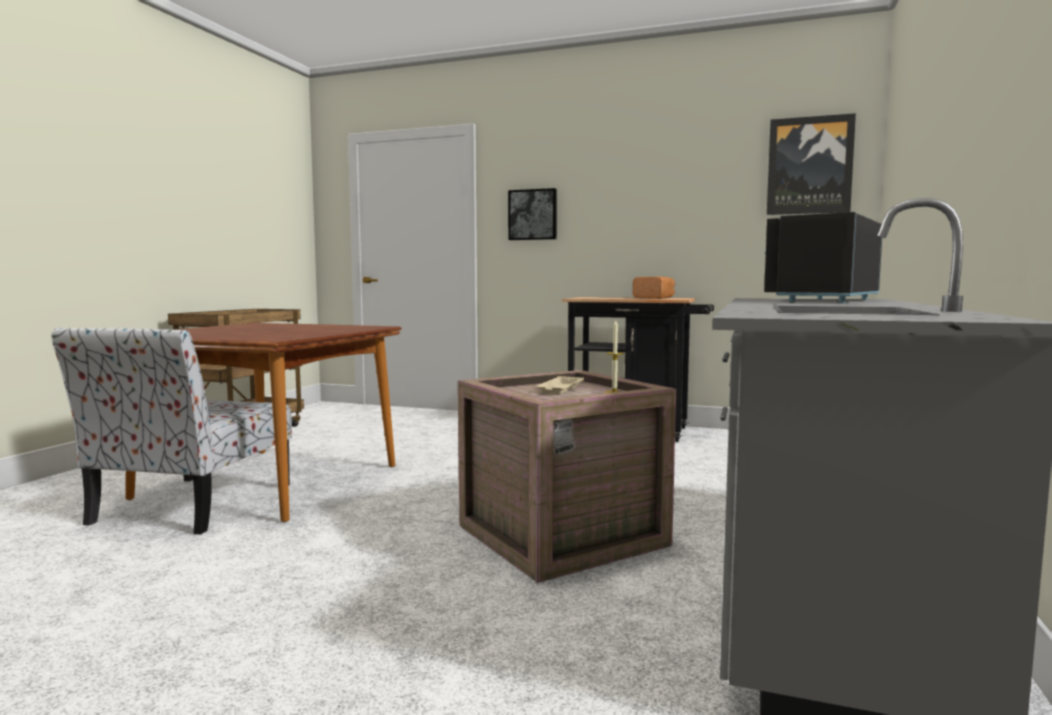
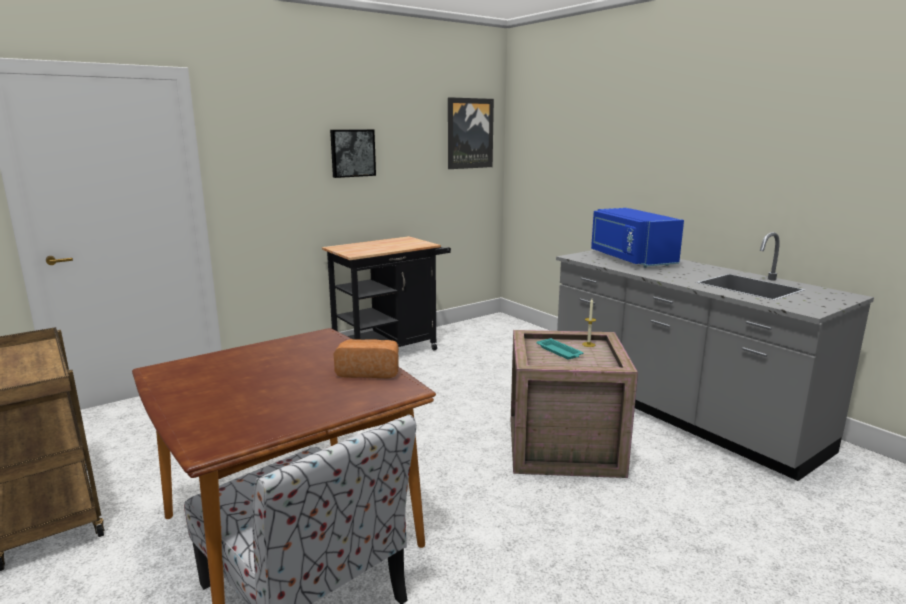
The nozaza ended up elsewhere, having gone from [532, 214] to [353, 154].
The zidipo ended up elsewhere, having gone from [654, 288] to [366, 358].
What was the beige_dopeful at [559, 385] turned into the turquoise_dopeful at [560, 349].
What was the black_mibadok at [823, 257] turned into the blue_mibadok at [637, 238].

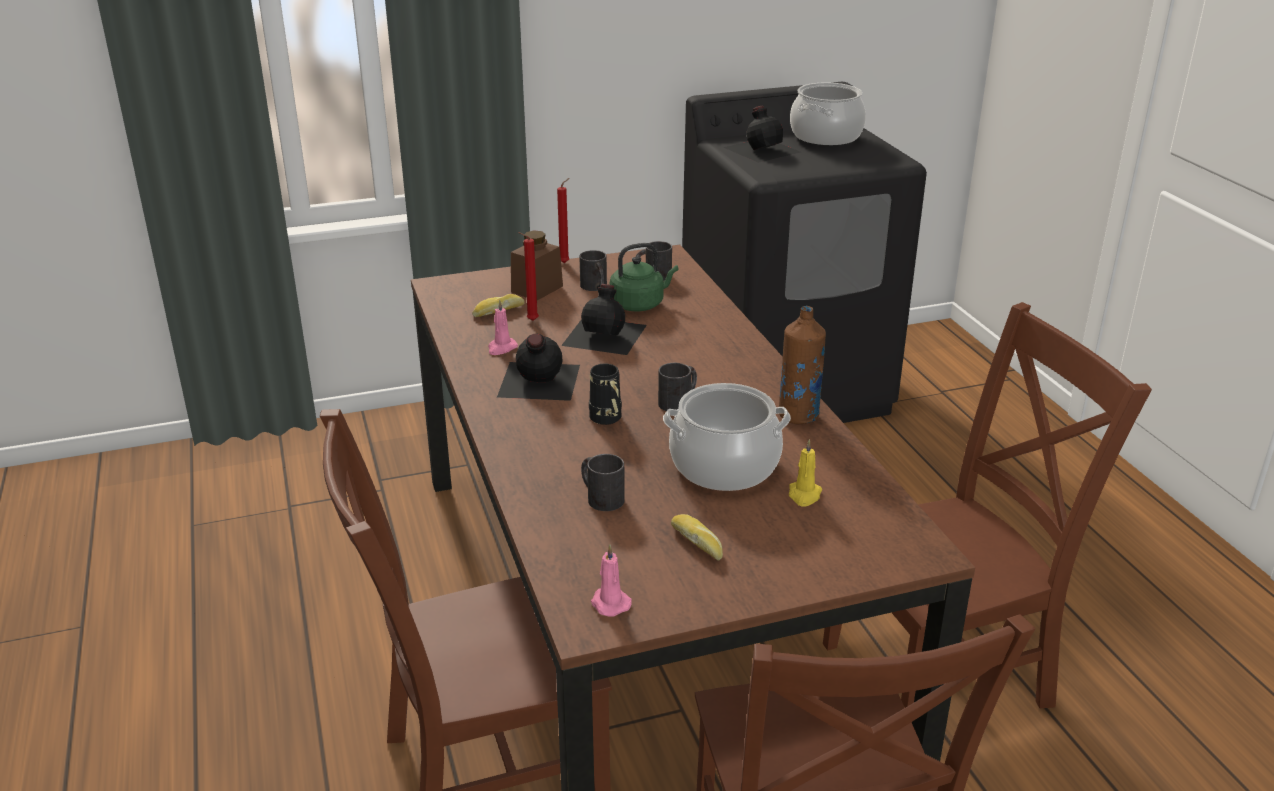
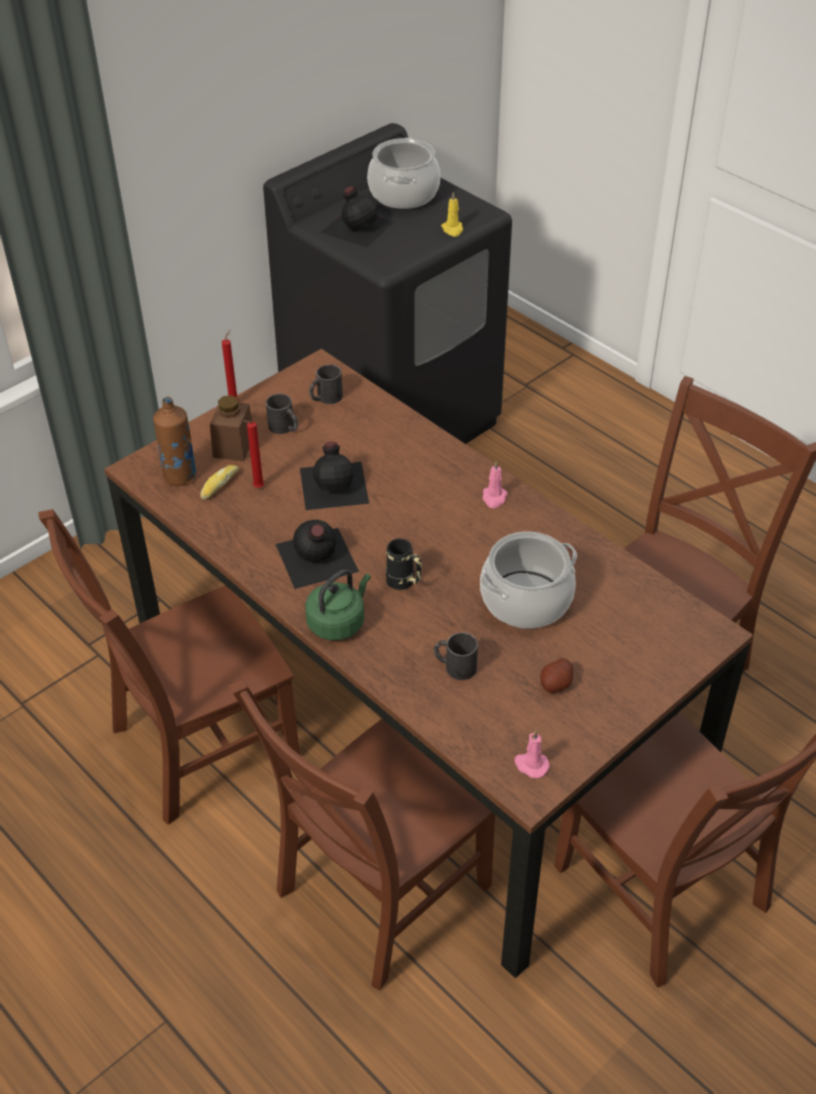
The second view gained the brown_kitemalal at [169, 667].
The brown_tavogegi ended up elsewhere, having gone from [802, 365] to [174, 441].
The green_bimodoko ended up elsewhere, having gone from [644, 277] to [338, 605].
The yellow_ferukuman ended up elsewhere, having gone from [805, 473] to [452, 214].
The pink_ferukuman ended up elsewhere, having gone from [503, 327] to [495, 484].
Where the zidipo stood at [697, 537], the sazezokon came to stand at [556, 675].
The second view lost the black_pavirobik at [677, 387].

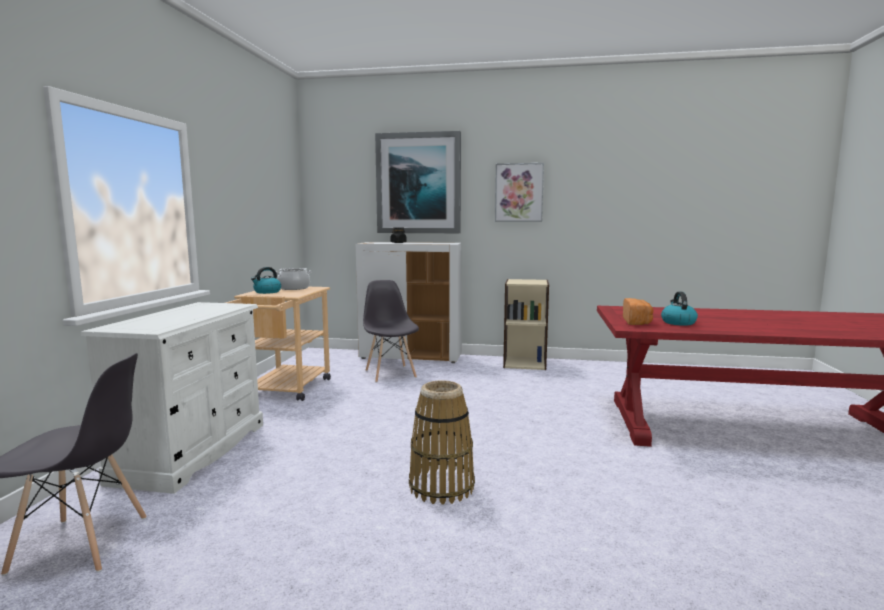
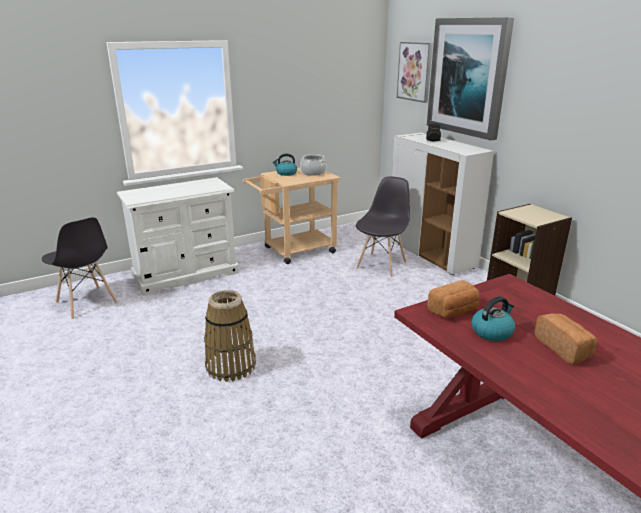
The nozaza ended up elsewhere, having gone from [519, 192] to [415, 72].
The second view gained the zidipo at [566, 338].

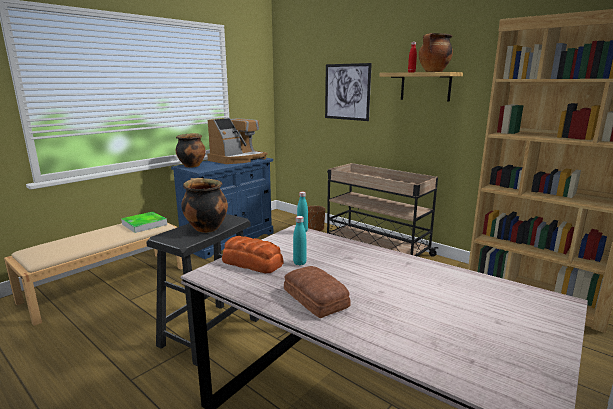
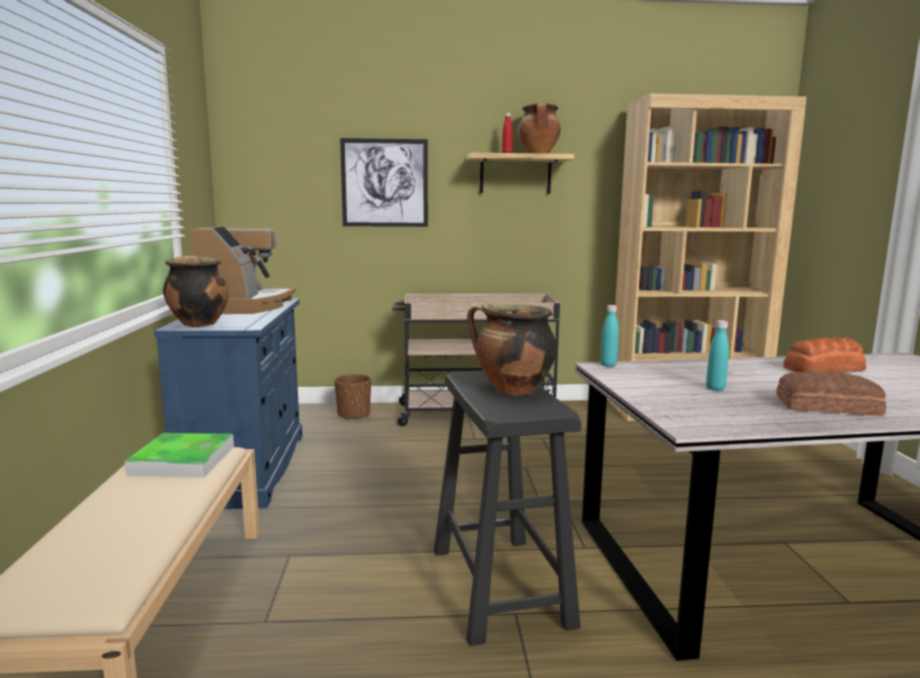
The zidipo ended up elsewhere, having gone from [253, 254] to [824, 355].

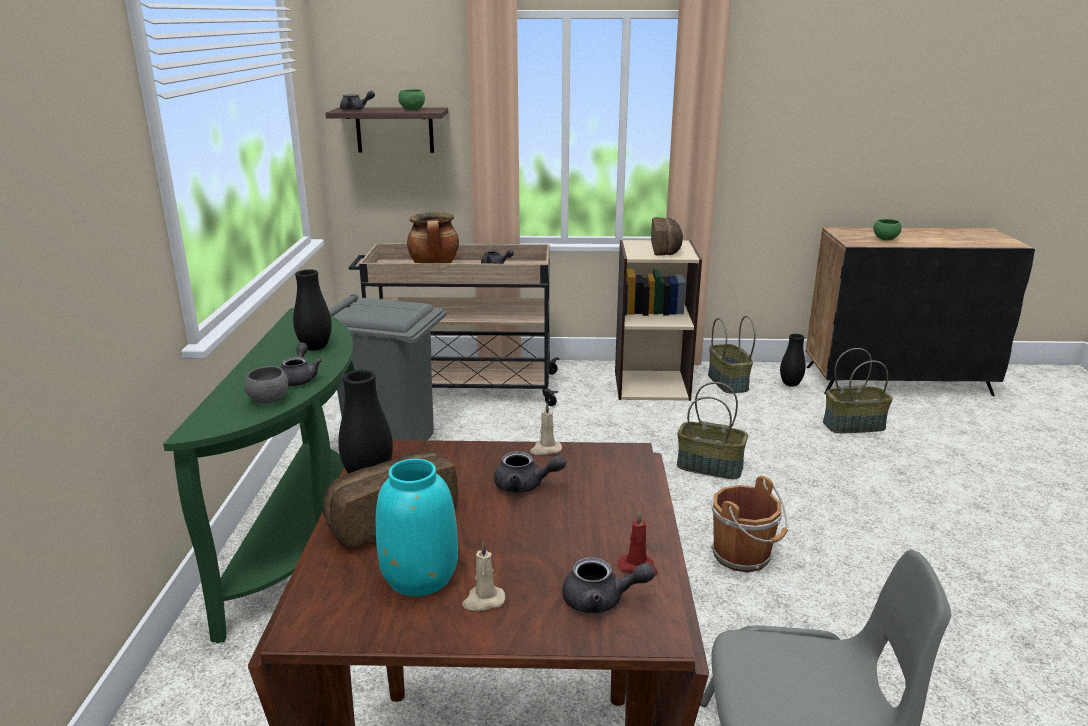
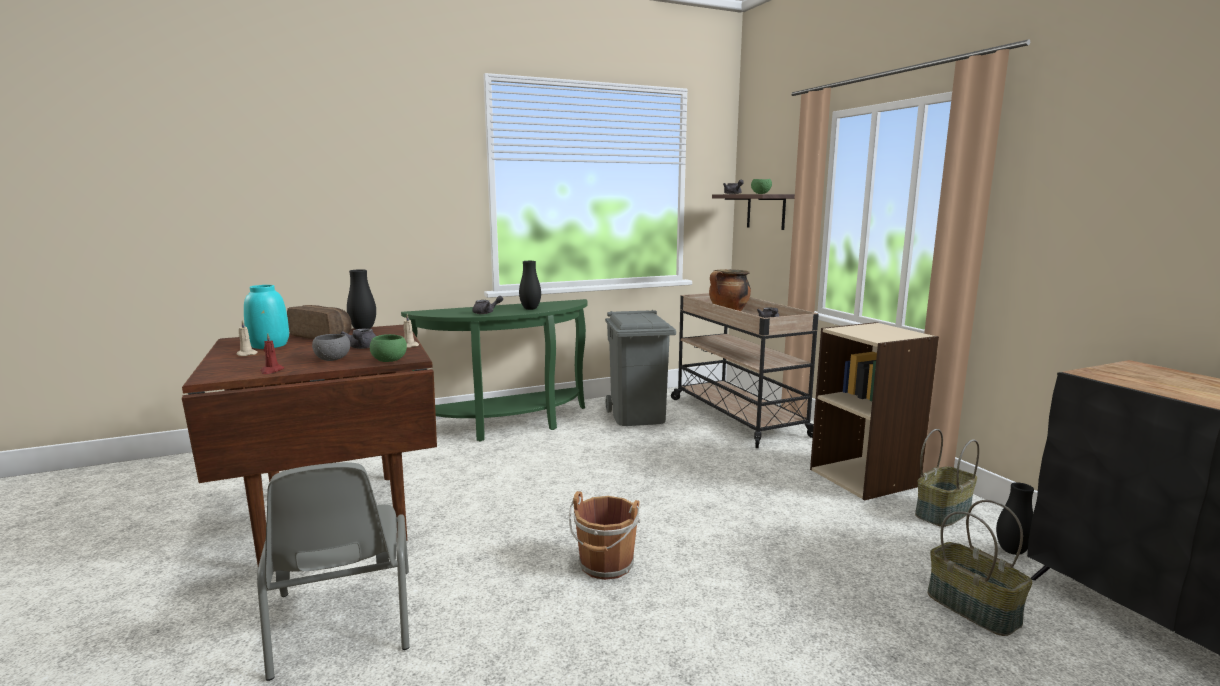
The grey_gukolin ended up elsewhere, having gone from [266, 385] to [331, 347].
The green_gukolin ended up elsewhere, having gone from [887, 230] to [388, 348].
The second view lost the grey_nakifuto at [608, 585].
The second view lost the zidipo at [667, 236].
The second view lost the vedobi at [712, 430].

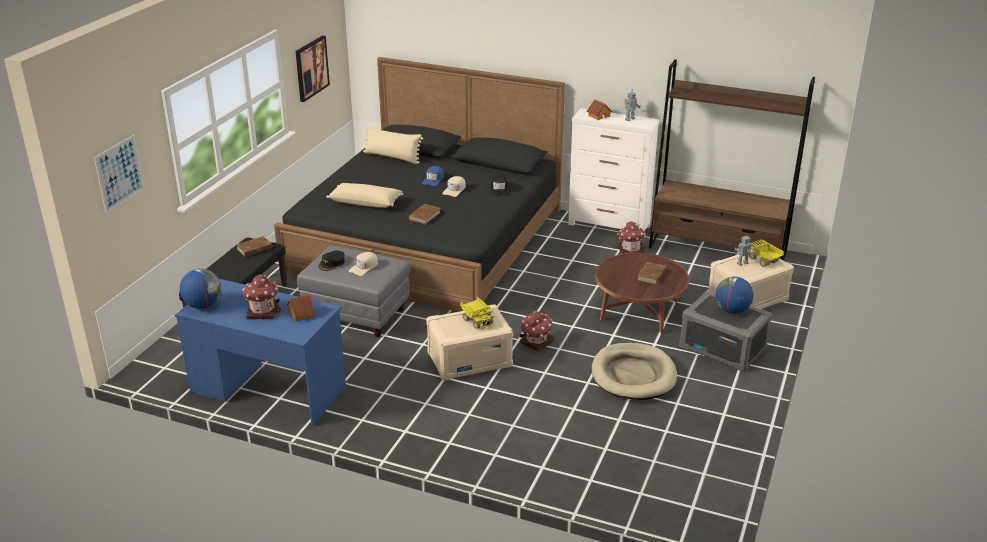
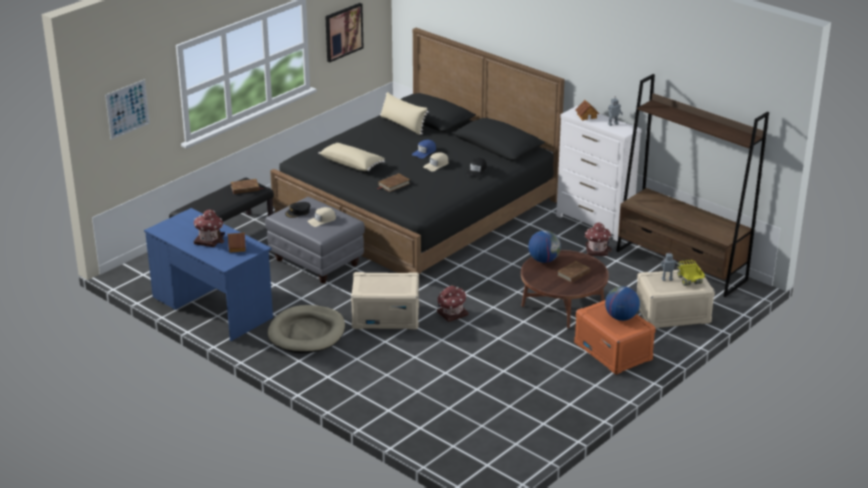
The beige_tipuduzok ended up elsewhere, having gone from [634, 371] to [306, 329].
The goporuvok ended up elsewhere, having gone from [200, 289] to [544, 246].
What was the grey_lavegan at [725, 331] turned into the orange_lavegan at [615, 337].
The second view lost the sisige at [477, 313].

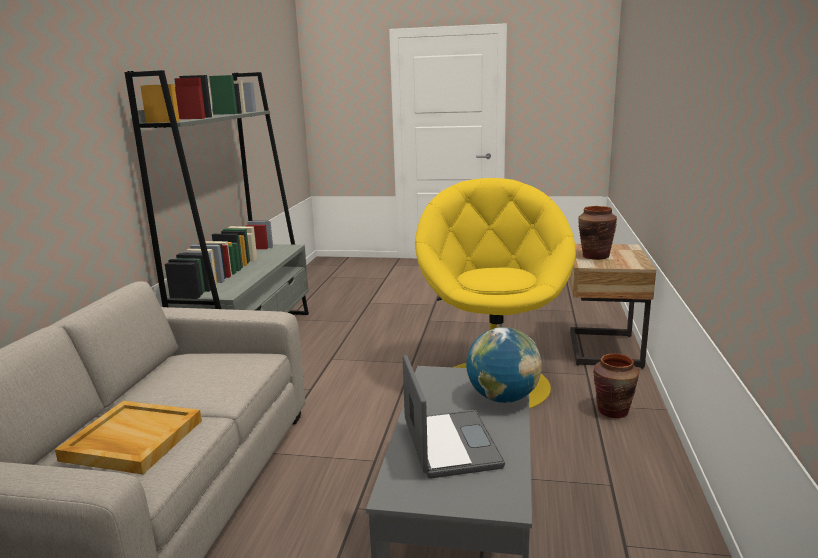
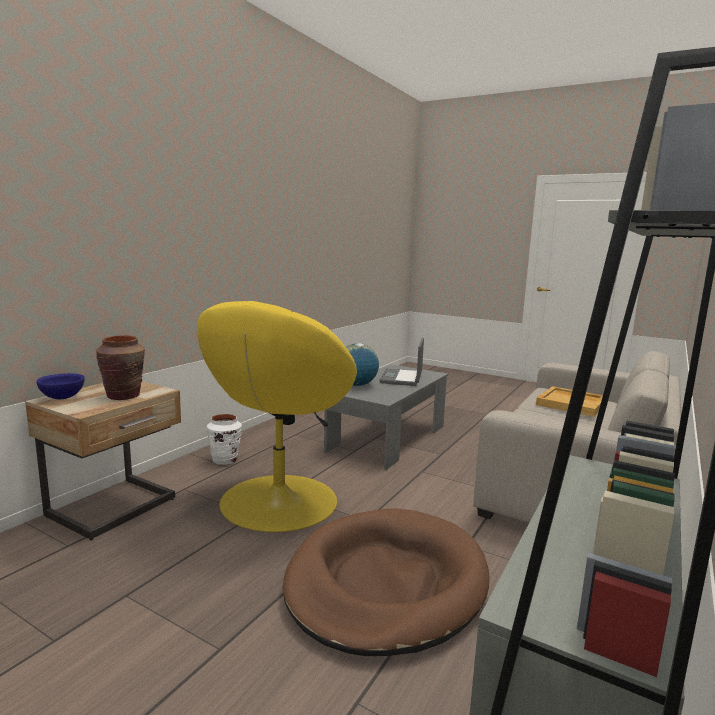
The second view gained the blue_gukolin at [60, 386].
What was the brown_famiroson at [616, 385] turned into the white_famiroson at [224, 439].
The second view gained the brown_tipuduzok at [386, 582].

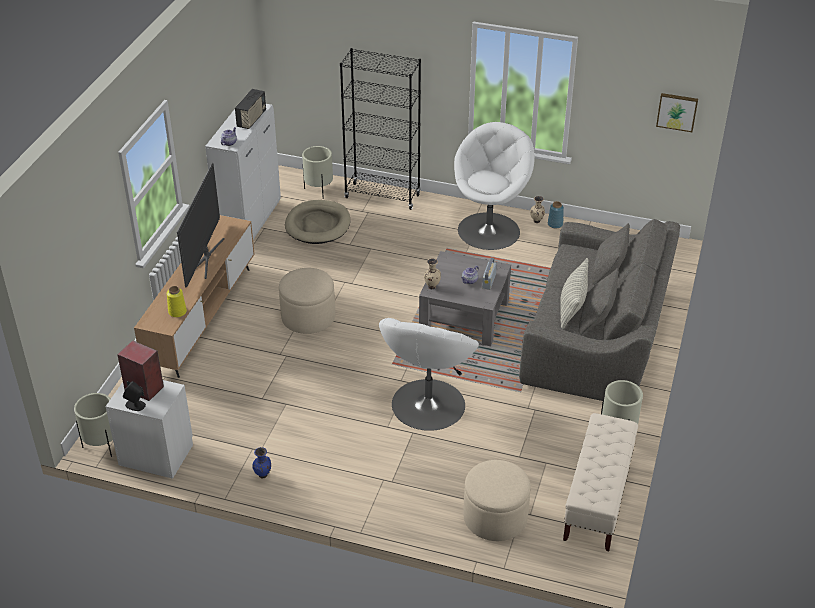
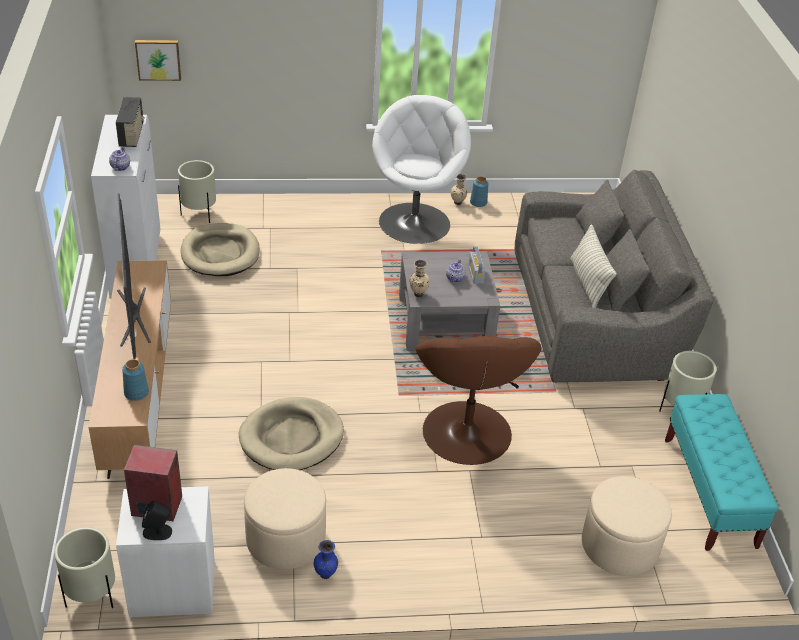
What was the yellow_famiroson at [177, 301] turned into the blue_famiroson at [135, 380].
The nozaza ended up elsewhere, having gone from [677, 112] to [158, 60].
The second view gained the beige_tipuduzok at [291, 433].
The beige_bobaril ended up elsewhere, having gone from [307, 301] to [285, 518].
What was the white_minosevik at [429, 374] turned into the brown_minosevik at [478, 400].
What was the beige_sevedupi at [600, 482] turned into the turquoise_sevedupi at [722, 472].
The second view lost the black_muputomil at [380, 129].

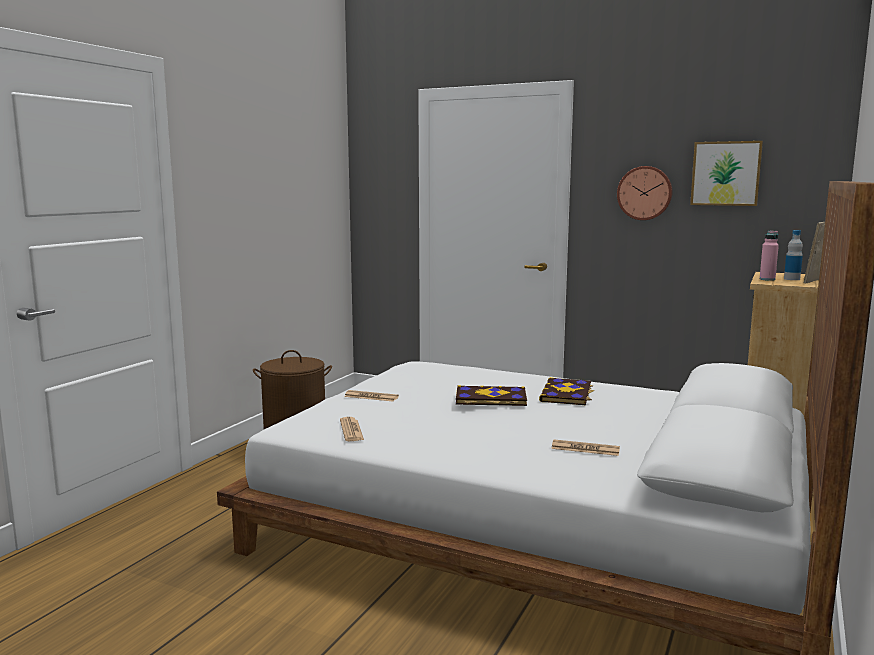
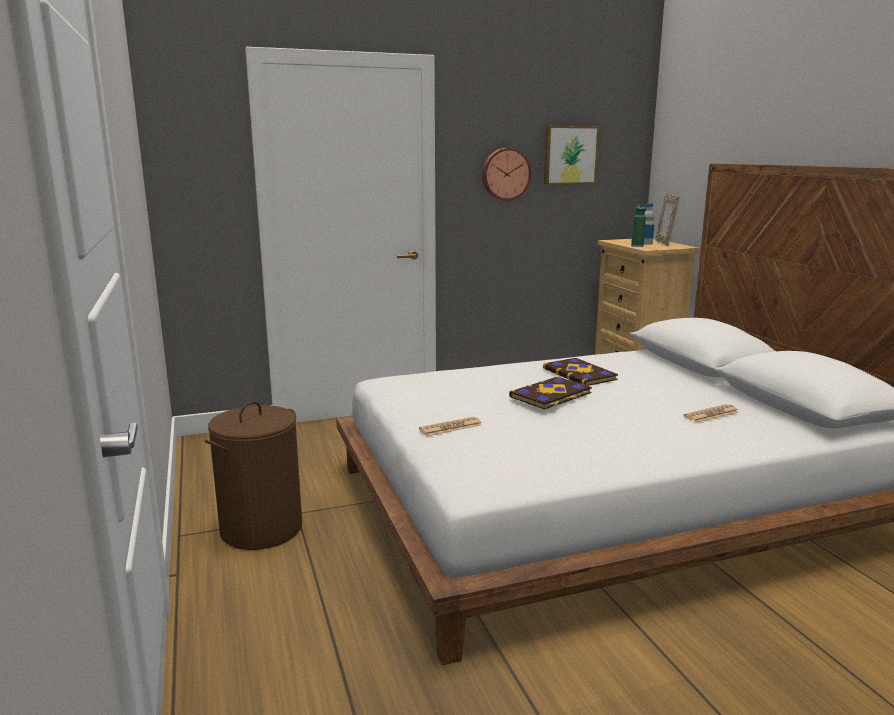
What was the pink_tavogegi at [769, 255] turned into the green_tavogegi at [638, 226].
The second view lost the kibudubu at [352, 429].

